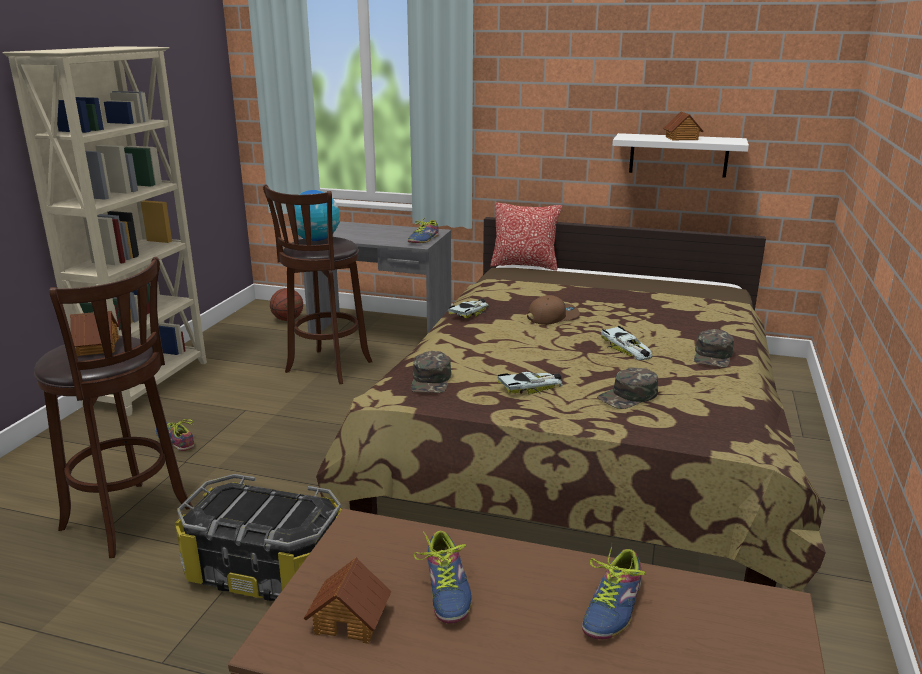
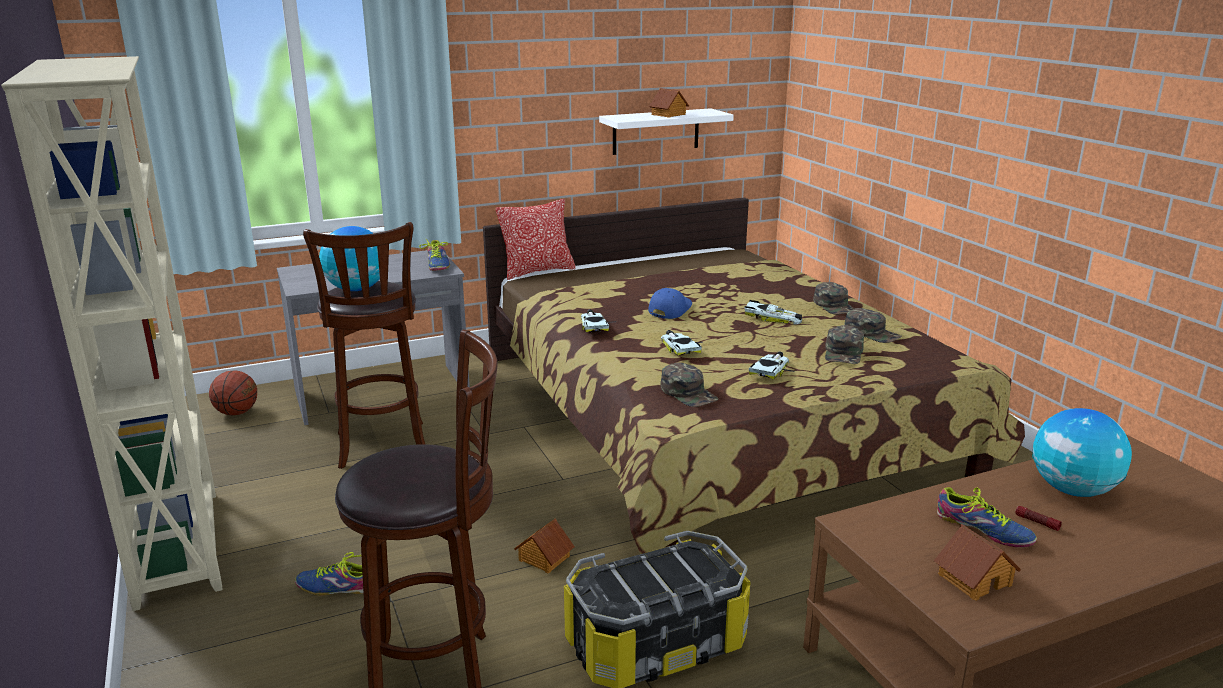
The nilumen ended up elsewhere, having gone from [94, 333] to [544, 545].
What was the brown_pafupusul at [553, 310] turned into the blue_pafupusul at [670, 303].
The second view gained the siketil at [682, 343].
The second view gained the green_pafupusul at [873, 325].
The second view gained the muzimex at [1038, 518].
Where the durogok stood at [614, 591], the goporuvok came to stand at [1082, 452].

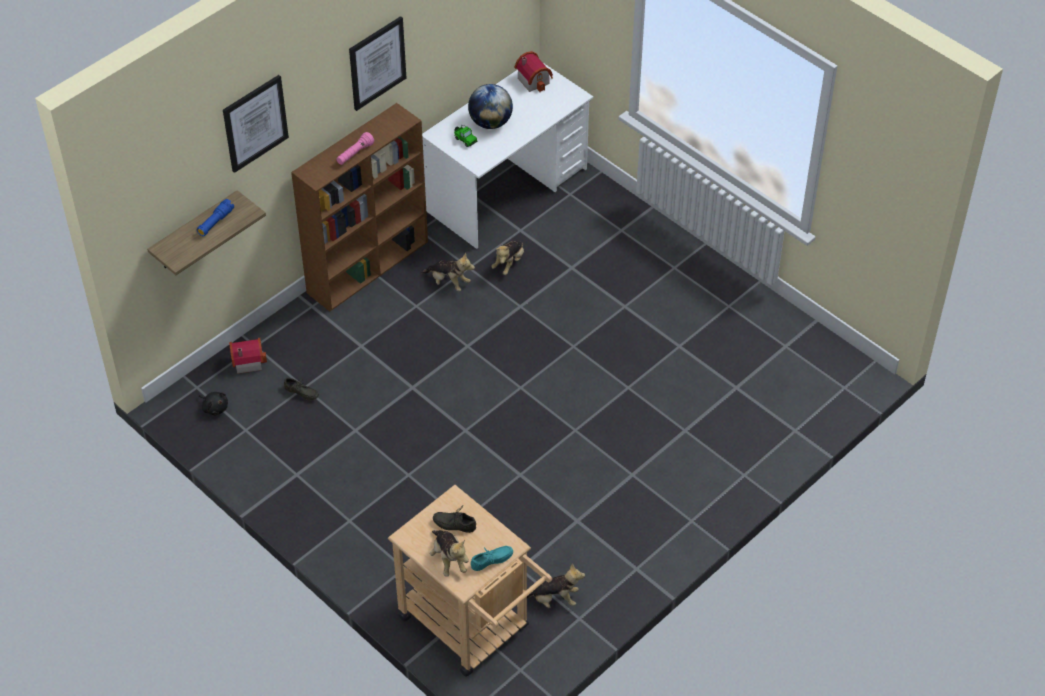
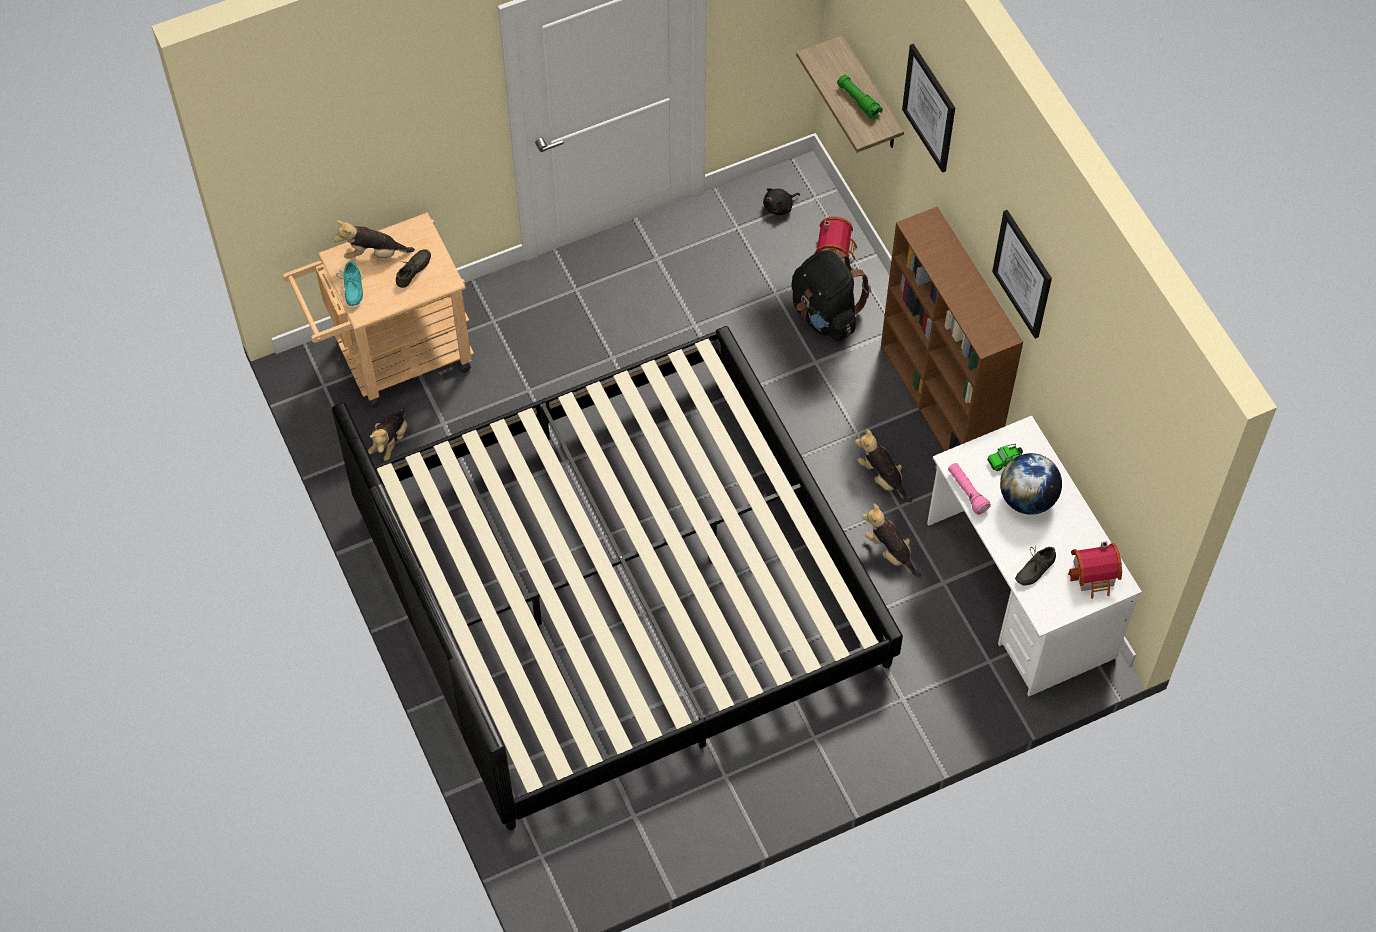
The second view gained the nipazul at [617, 578].
The second view gained the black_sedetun at [831, 296].
What was the blue_muzimex at [215, 217] turned into the green_muzimex at [860, 97].
The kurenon at [448, 271] ended up facing another way, 90 degrees clockwise from before.
The pink_muzimex ended up elsewhere, having gone from [355, 148] to [969, 489].
The grey_durogok ended up elsewhere, having gone from [301, 389] to [1035, 566].

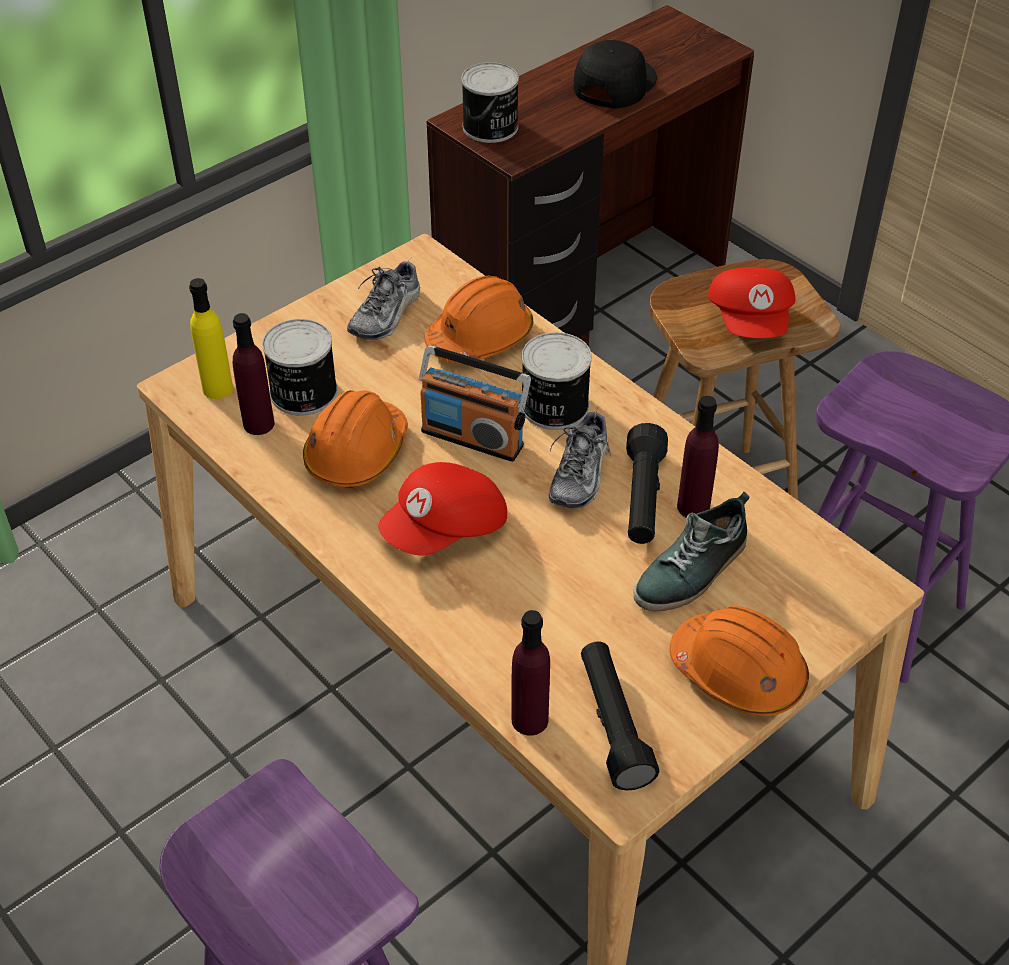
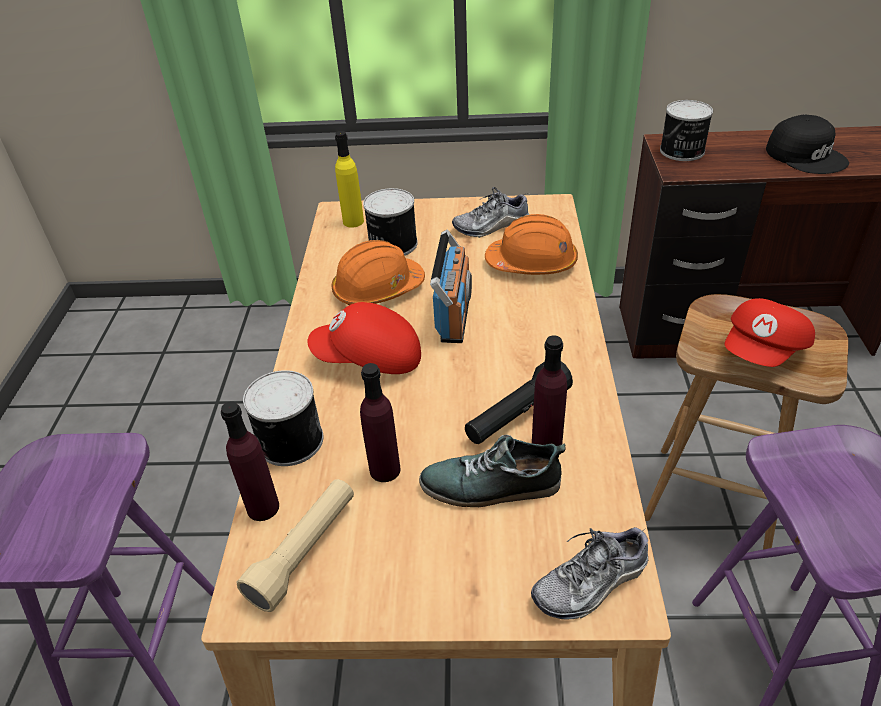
What was the black_muzimex at [620, 716] turned into the beige_muzimex at [295, 545].
The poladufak ended up elsewhere, having gone from [557, 381] to [283, 418].
The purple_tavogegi ended up elsewhere, having gone from [253, 374] to [380, 422].
The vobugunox at [475, 403] ended up facing another way, 150 degrees counterclockwise from before.
The durogok ended up elsewhere, having gone from [580, 459] to [589, 573].
The black_pafupusul at [615, 74] ended up facing another way, 75 degrees clockwise from before.
The second view lost the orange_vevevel at [739, 661].

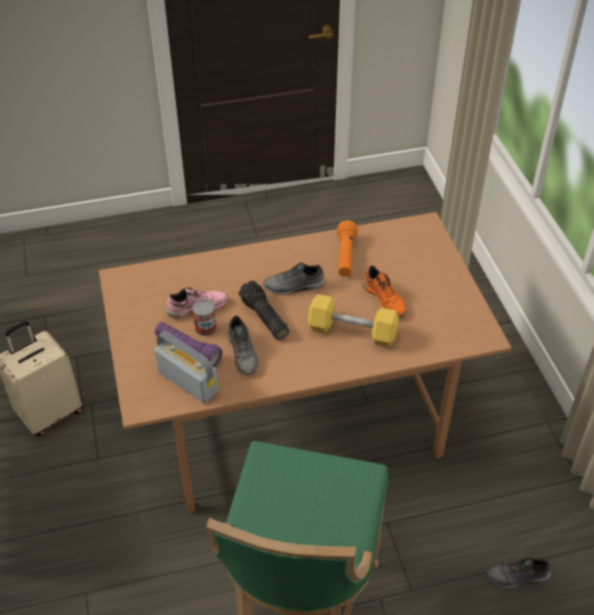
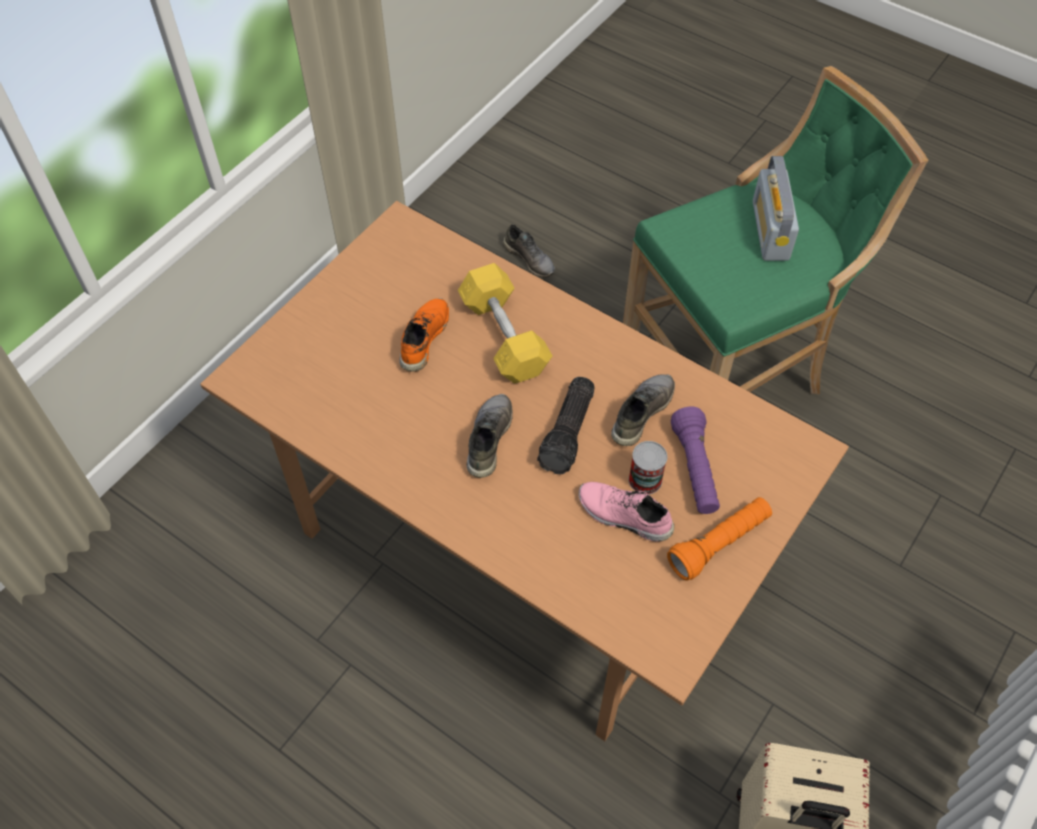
The grey_durogok at [294, 279] ended up facing another way, 120 degrees counterclockwise from before.
The orange_muzimex ended up elsewhere, having gone from [347, 248] to [719, 539].
The vobugunox ended up elsewhere, having gone from [186, 367] to [776, 208].

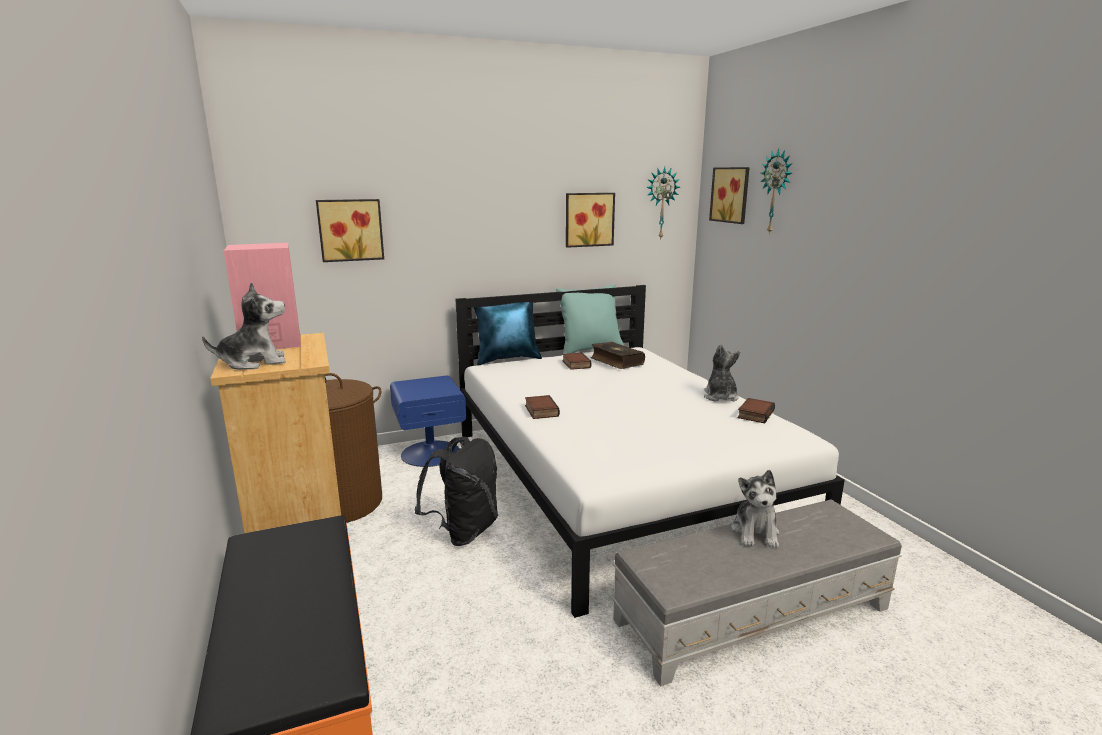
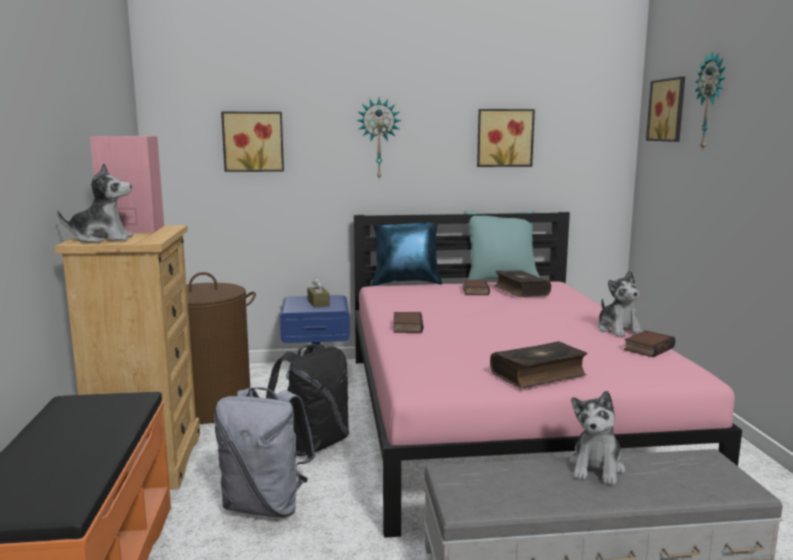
The second view gained the grey_sedetun at [264, 452].
The second view gained the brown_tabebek at [318, 293].
What was the white_nipazul at [650, 451] turned into the pink_nipazul at [548, 375].
The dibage ended up elsewhere, having gone from [663, 203] to [378, 139].
The second view gained the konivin at [538, 364].
The kurenon at [722, 373] ended up facing another way, 150 degrees clockwise from before.

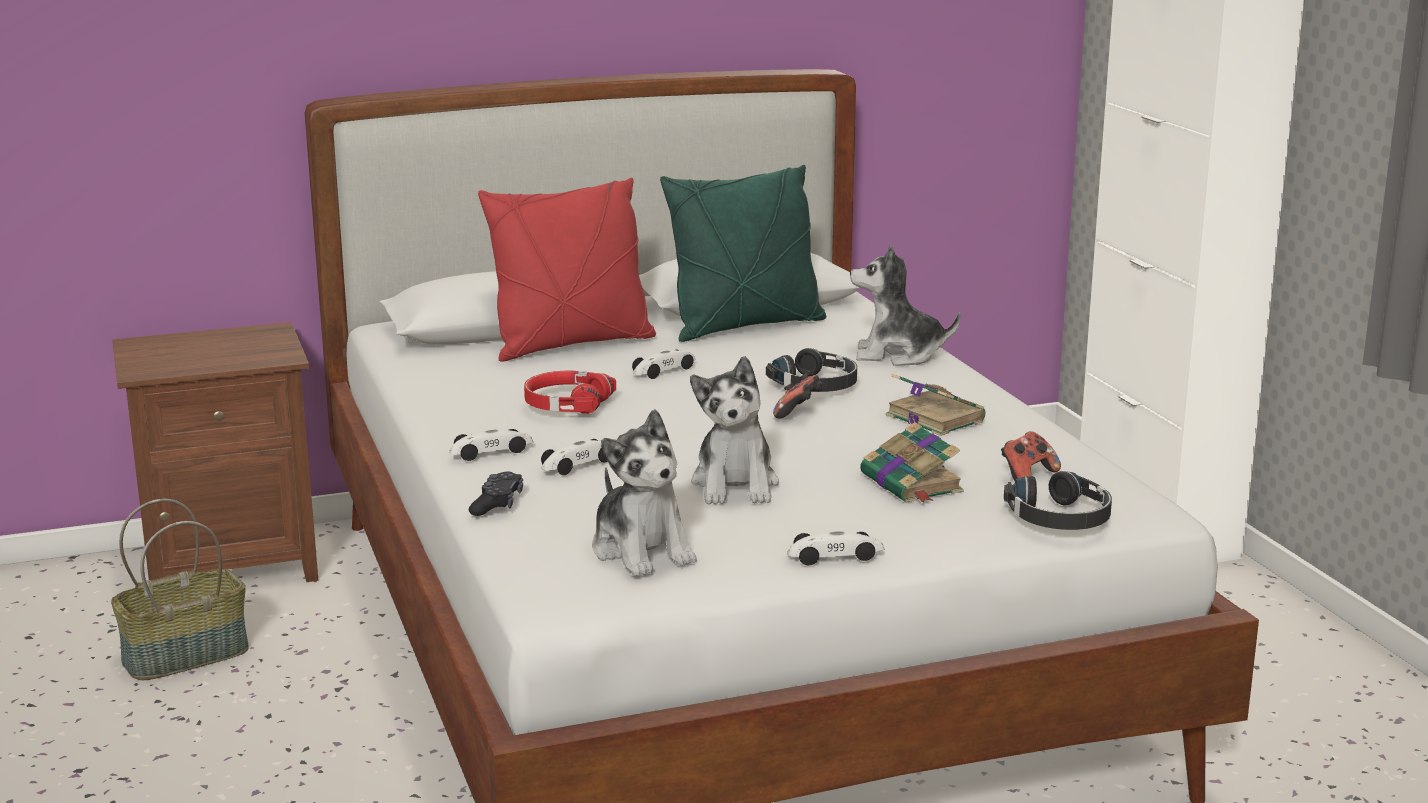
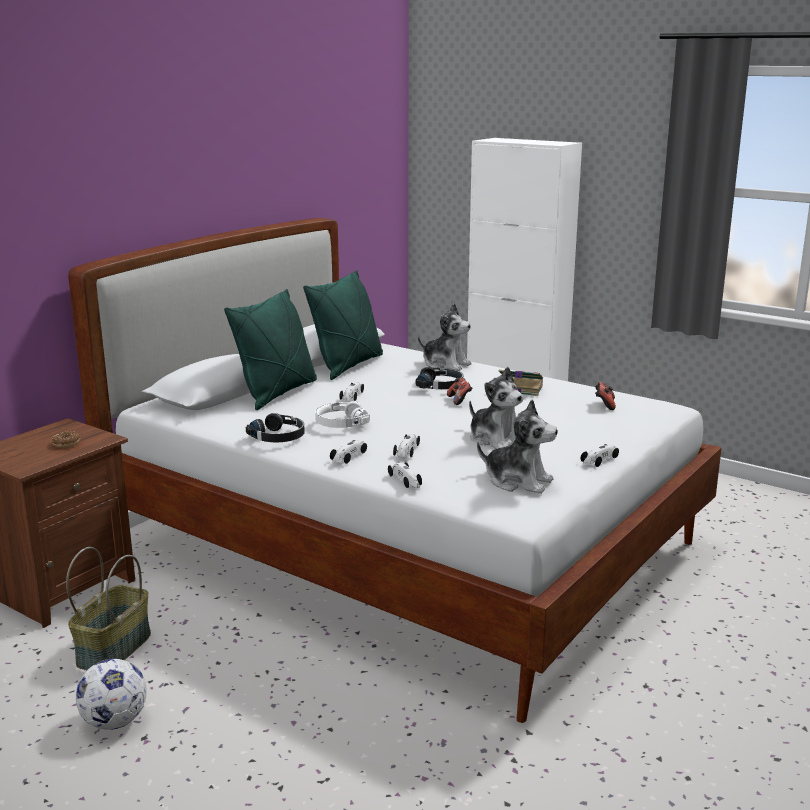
The second view gained the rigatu at [66, 439].
The second view gained the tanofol at [111, 694].
What was the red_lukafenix at [567, 270] turned into the green_lukafenix at [270, 349].
The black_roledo ended up elsewhere, having gone from [1058, 500] to [275, 427].
What was the red_roledo at [570, 392] turned into the white_roledo at [342, 414].
Where the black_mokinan stood at [496, 493], the siketil came to stand at [405, 475].
The kurenon at [905, 305] ended up facing another way, 120 degrees counterclockwise from before.
The second view lost the konivin at [911, 462].

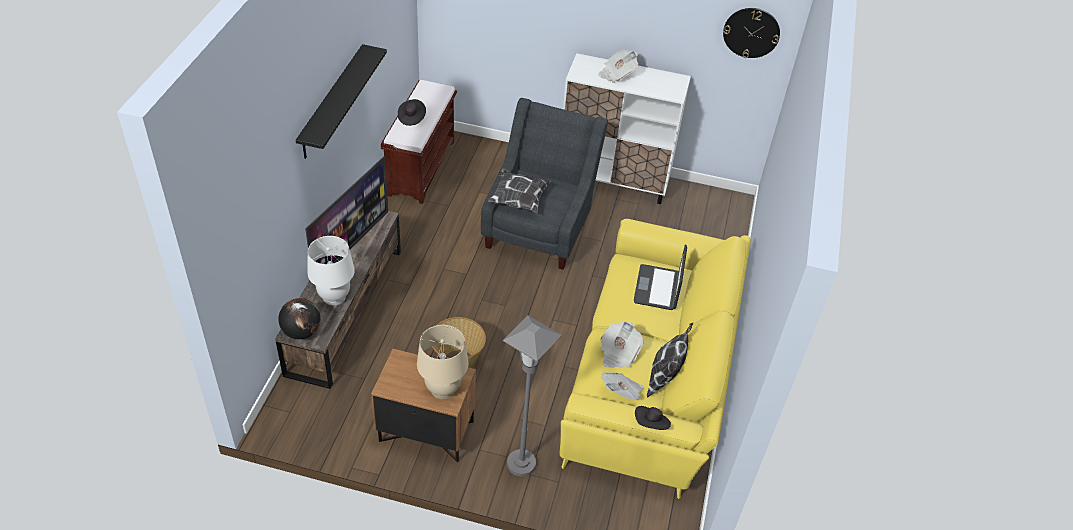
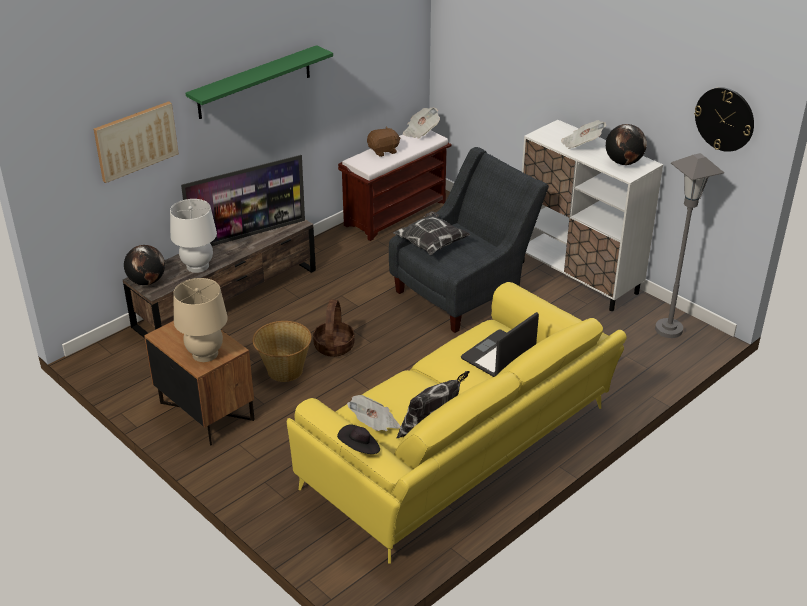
The second view gained the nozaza at [136, 142].
What was the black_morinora at [341, 101] turned into the green_morinora at [259, 82].
The second view gained the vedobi at [334, 328].
Where the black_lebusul stood at [412, 112], the brown_kurenon came to stand at [383, 141].
The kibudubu ended up elsewhere, having gone from [621, 344] to [421, 123].
The second view gained the goporuvok at [626, 144].
The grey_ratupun ended up elsewhere, having gone from [532, 396] to [689, 245].

